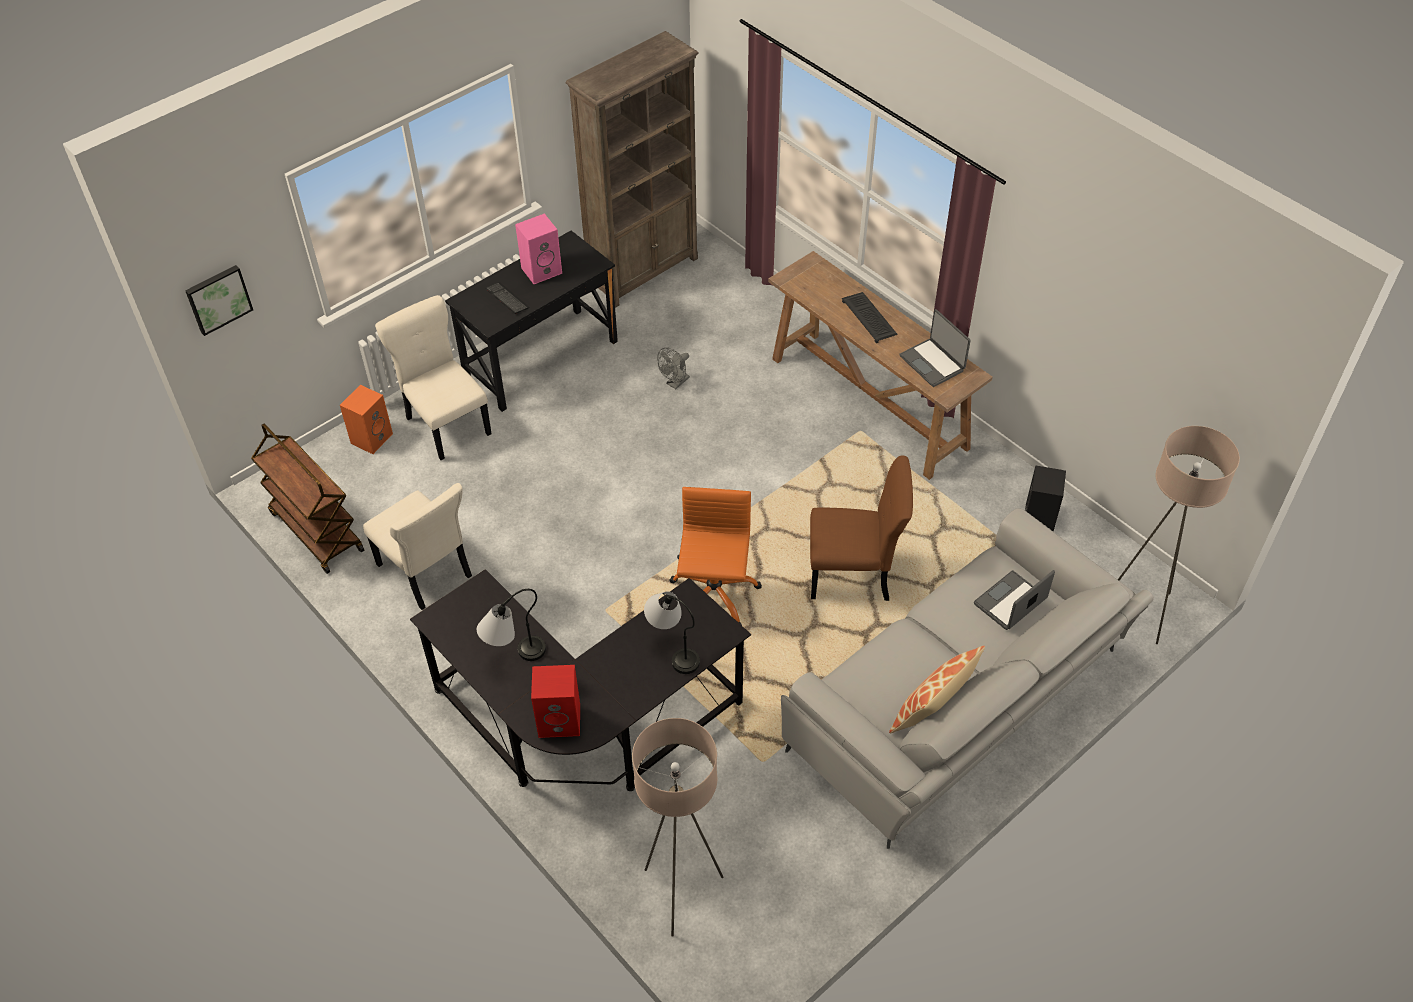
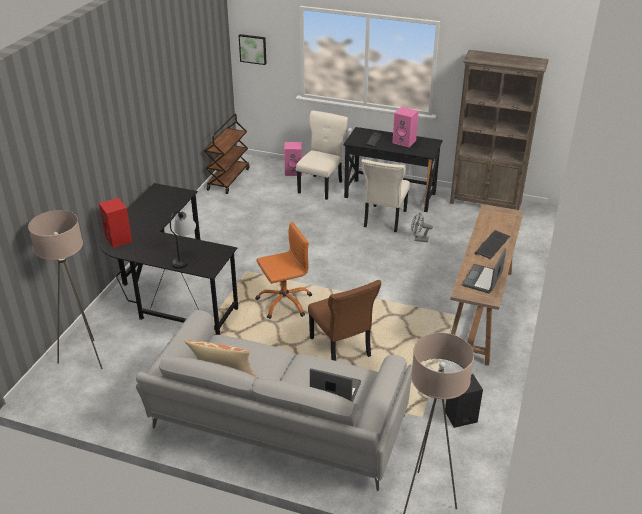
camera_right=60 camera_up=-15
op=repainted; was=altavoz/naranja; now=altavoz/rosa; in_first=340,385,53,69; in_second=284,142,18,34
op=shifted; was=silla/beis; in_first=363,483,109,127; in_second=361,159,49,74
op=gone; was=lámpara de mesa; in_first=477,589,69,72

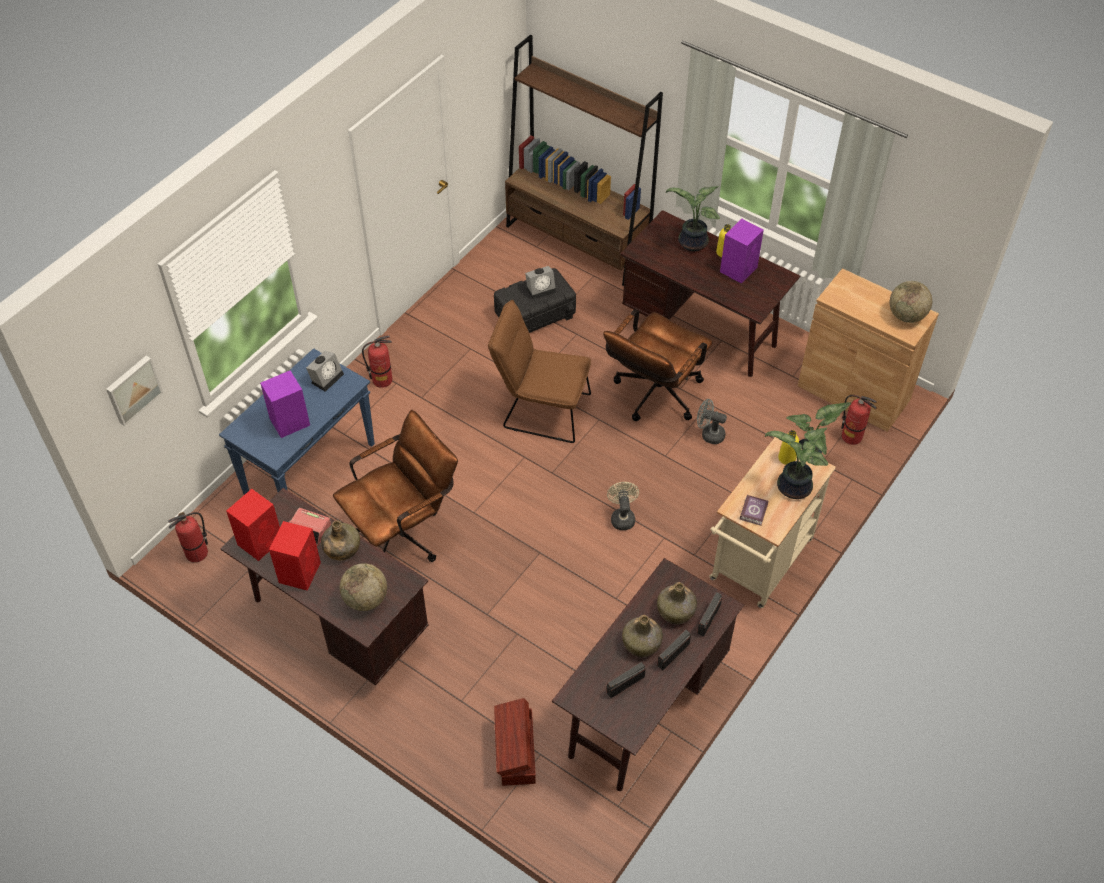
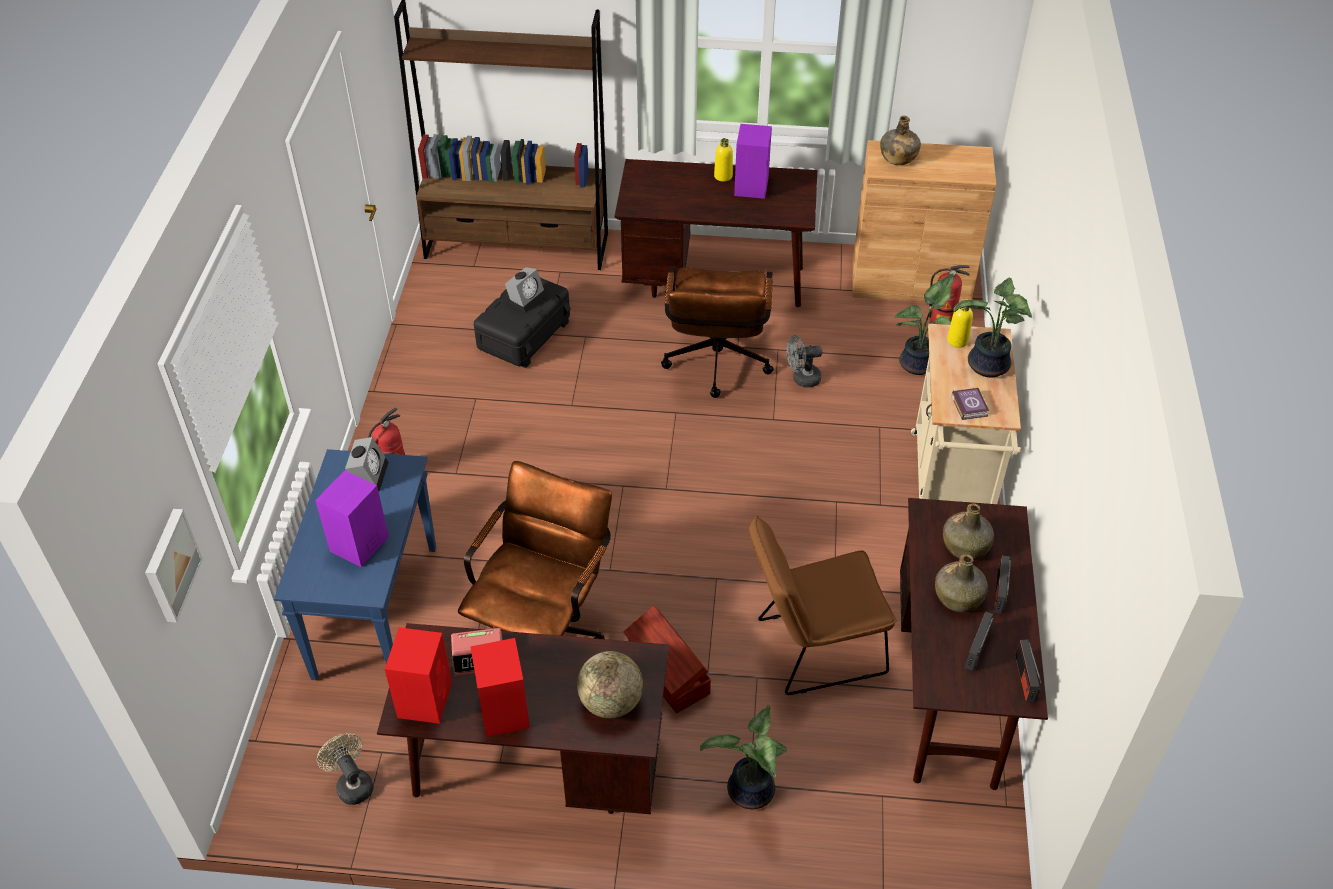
camera_right=-30 camera_up=-5
op=shifted; was=ventilador/beis; in_first=607,482,32,48; in_second=317,733,56,72
op=shifted; was=caja de almacenaje/marrón; in_first=494,698,42,88; in_second=623,606,88,107
op=shifted; was=planta en maceta; in_first=666,186,54,65; in_second=700,705,87,104
op=shifted; was=silla/marrón; in_first=488,300,103,143; in_second=749,515,148,180
op=shifted; was=botella/verde; in_first=321,520,39,40; in_second=880,116,41,49
op=shifted; was=radio; in_first=697,592,25,44; in_second=1015,640,27,62
op=gone; was=extintor; in_first=168,512,40,50
op=gone; was=globo terráqueo; in_first=890,281,42,42

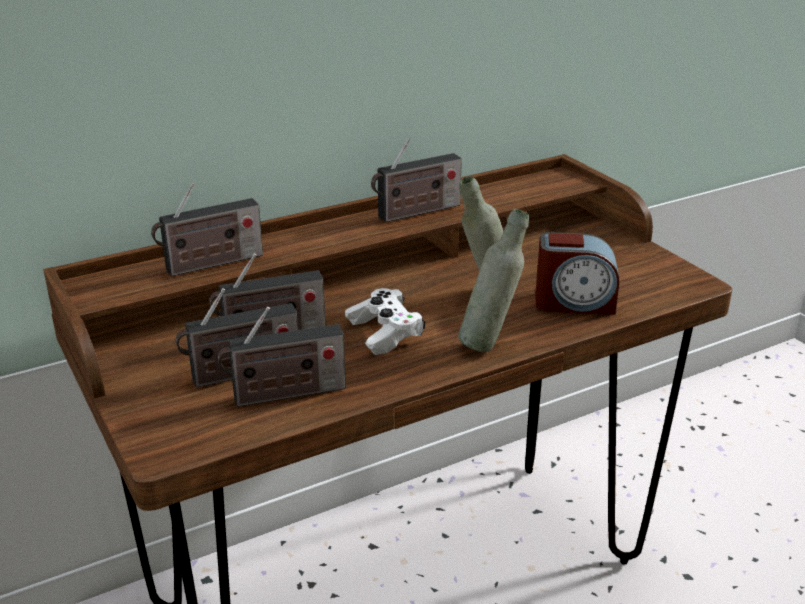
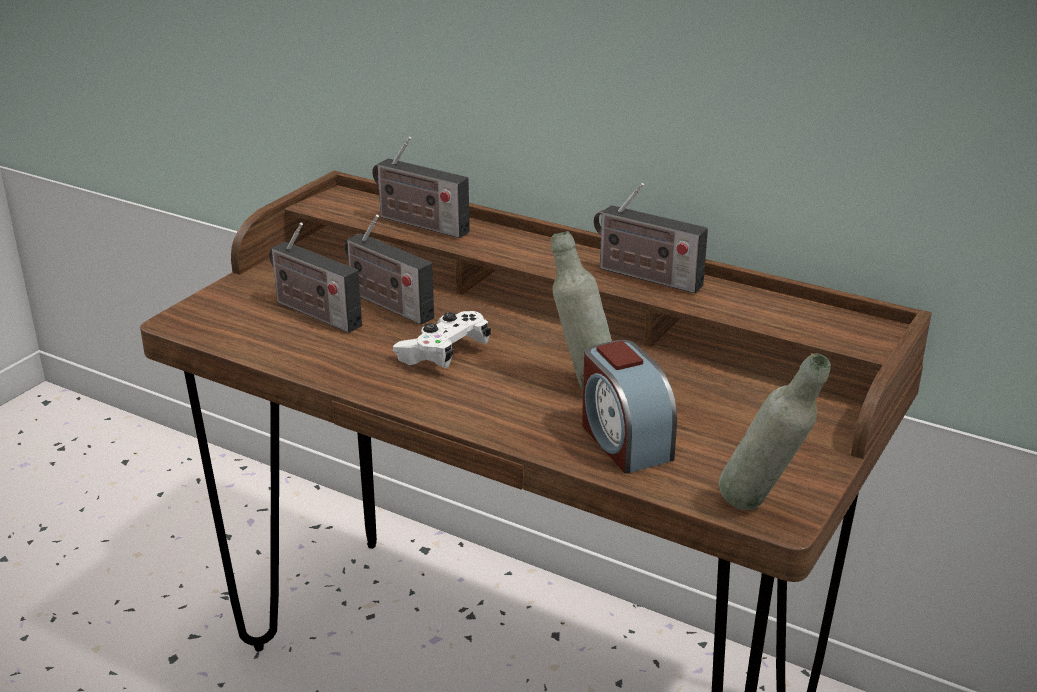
camera_right=60 camera_up=0
op=shifted; was=botella/gris; in_first=458,209,71,143; in_second=719,353,112,157
op=gone; was=radio; in_first=218,307,128,100

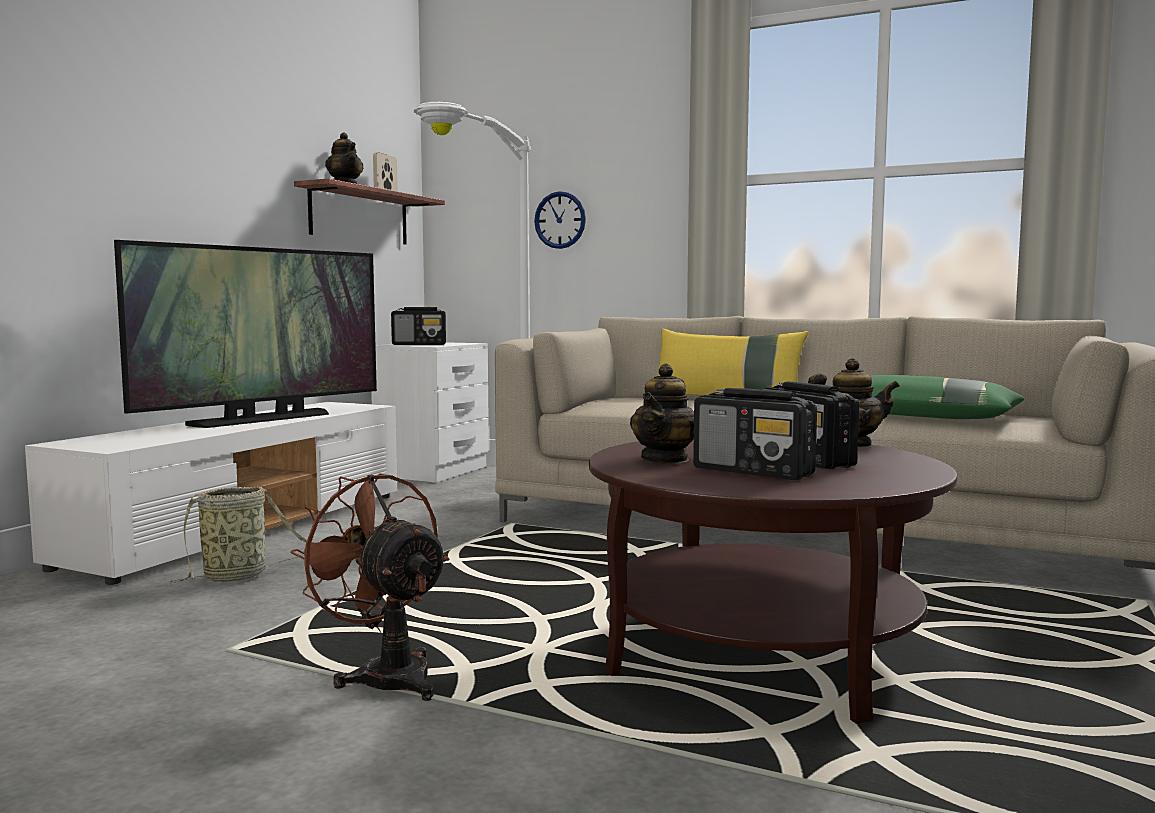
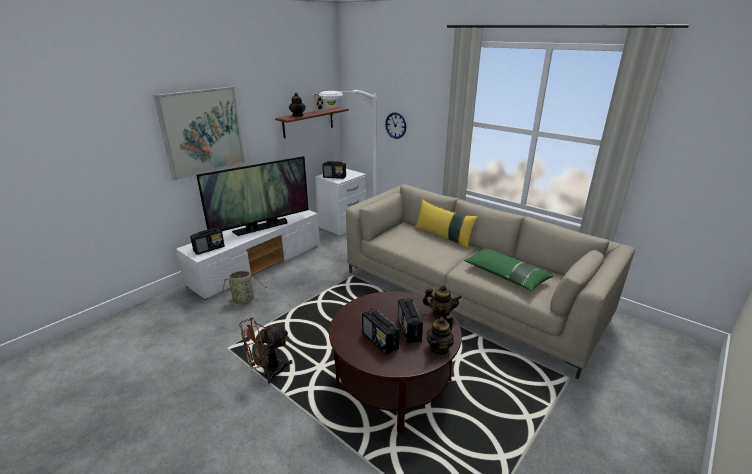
camera_right=15 camera_up=20
op=new; now=cuadro; in_second=154,87,91,93
op=new; now=radio; in_second=190,228,35,27
op=rotated; was=ventilador/marrón; in_first=290,473,159,228; in_second=239,317,54,67; clockwise=-90
op=shifted; was=tetera; in_first=630,363,64,101; in_second=427,315,27,41

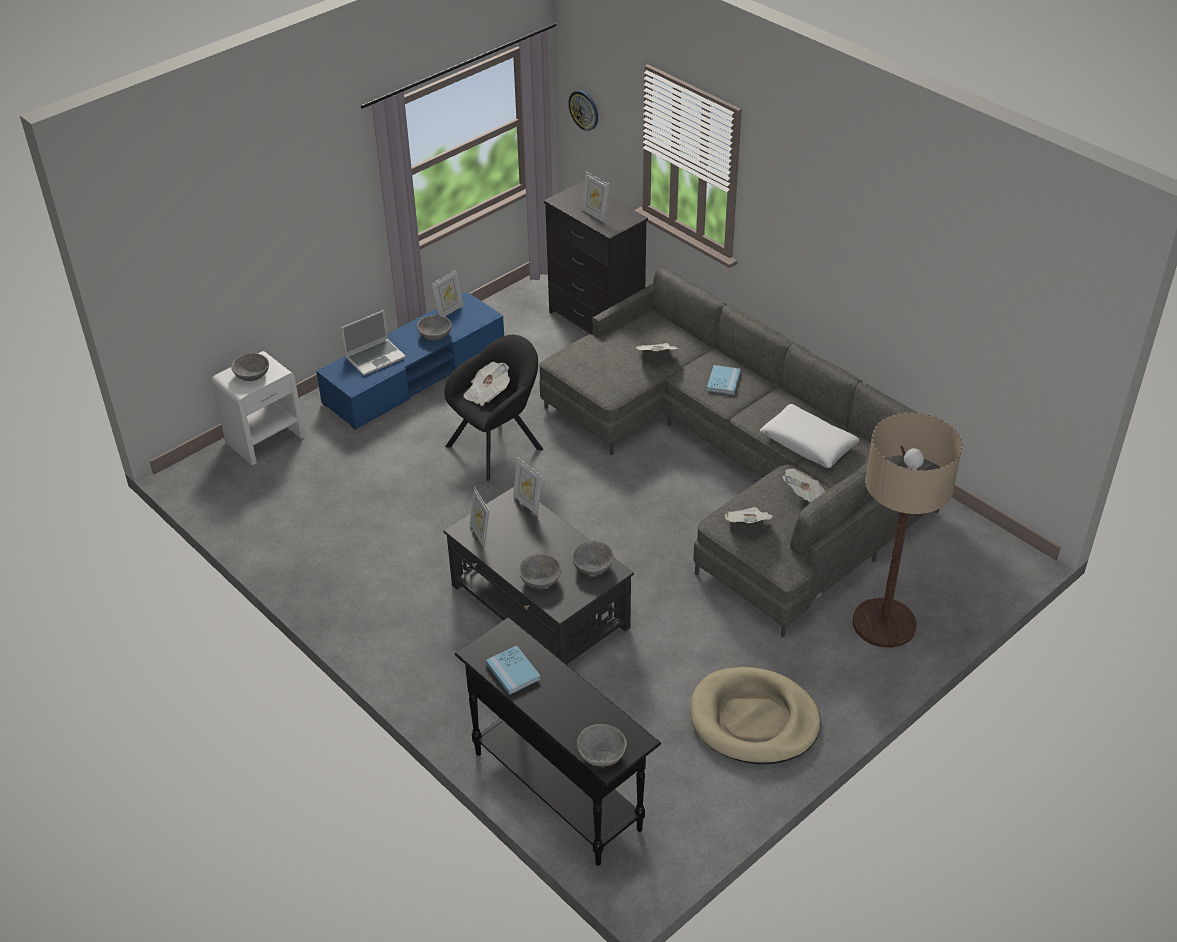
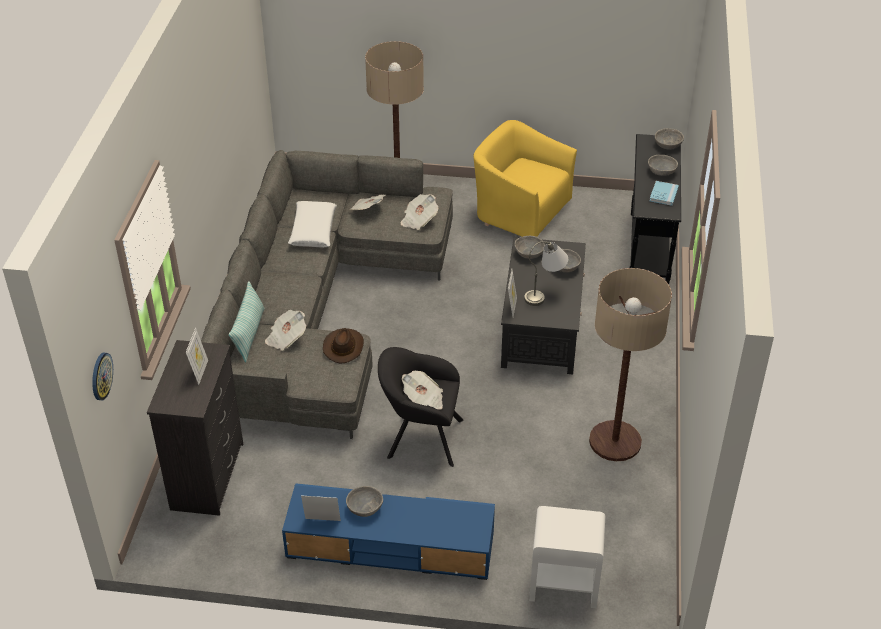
camera_right=-130 camera_up=0
op=new; now=cojín; in_second=229,281,36,82
op=new; now=sombrero/marrón; in_second=323,328,41,36
op=swapped; was=cama para perro/beis; now=sillón/amarillo; in_first=690,667,130,97; in_second=473,120,104,117
op=new; now=lámpara de mesa/gris; in_second=524,241,44,65
op=new; now=lámpara de pie; in_second=589,268,83,193
op=shifted; was=cuenco/gris; in_first=231,353,38,28; in_second=648,155,30,21
op=gone; was=portátil; in_first=341,310,65,66
op=gone; was=portarretratos; in_first=470,486,20,63
op=gone; was=libro/azul; in_first=707,365,34,30

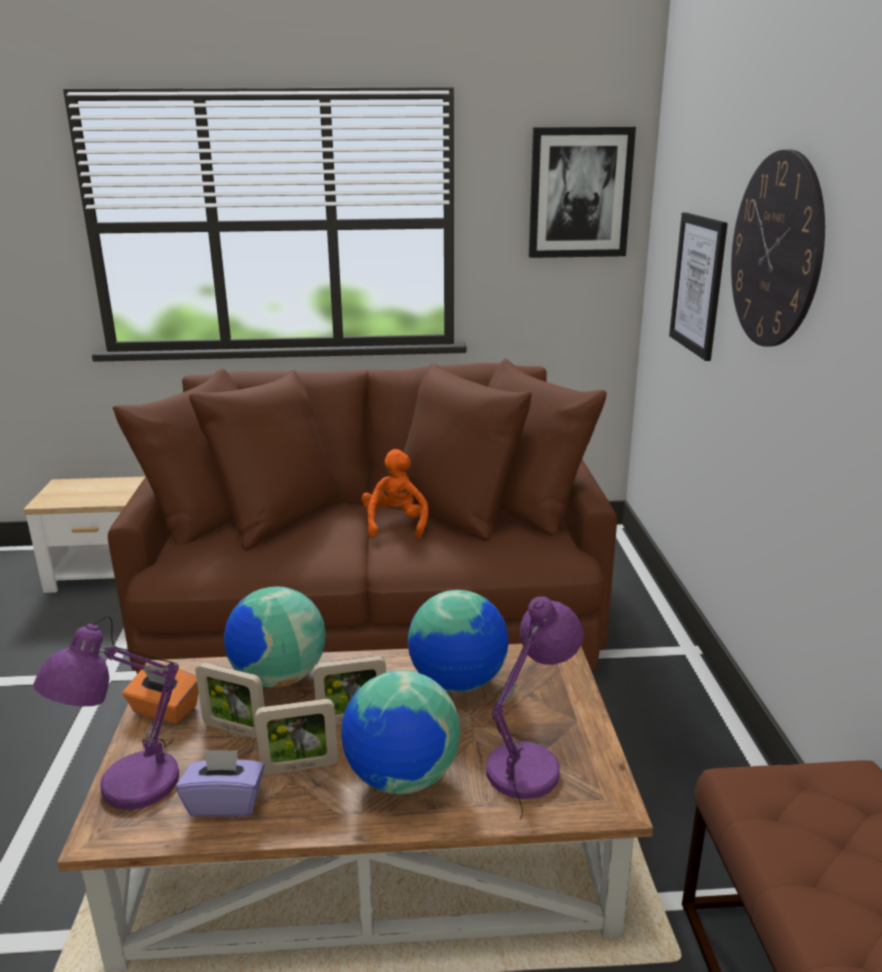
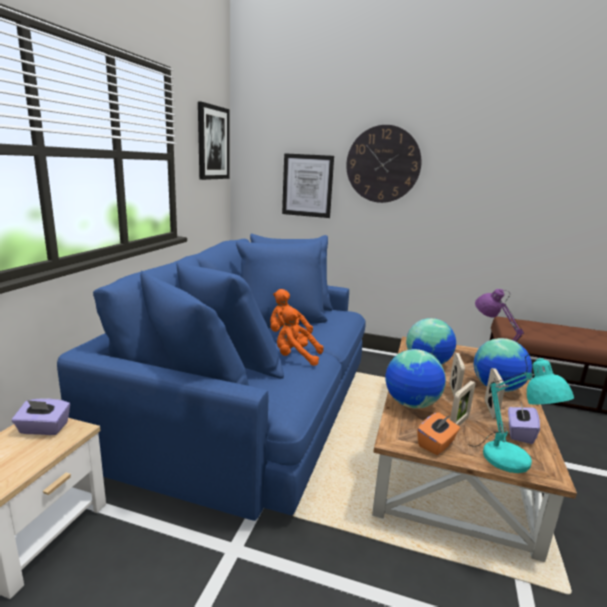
camera_right=-70 camera_up=-5
op=new; now=caja de pañuelos/morado; in_second=12,399,58,36
op=repainted; was=sofá/marrón; now=sofá/azul; in_first=108,358,509,316; in_second=57,234,309,287
op=new; now=peluche/naranja; in_second=277,307,47,59
op=repainted; was=lámpara de mesa/morado; now=lámpara de mesa/turquesa; in_first=33,616,146,194; in_second=468,355,106,118

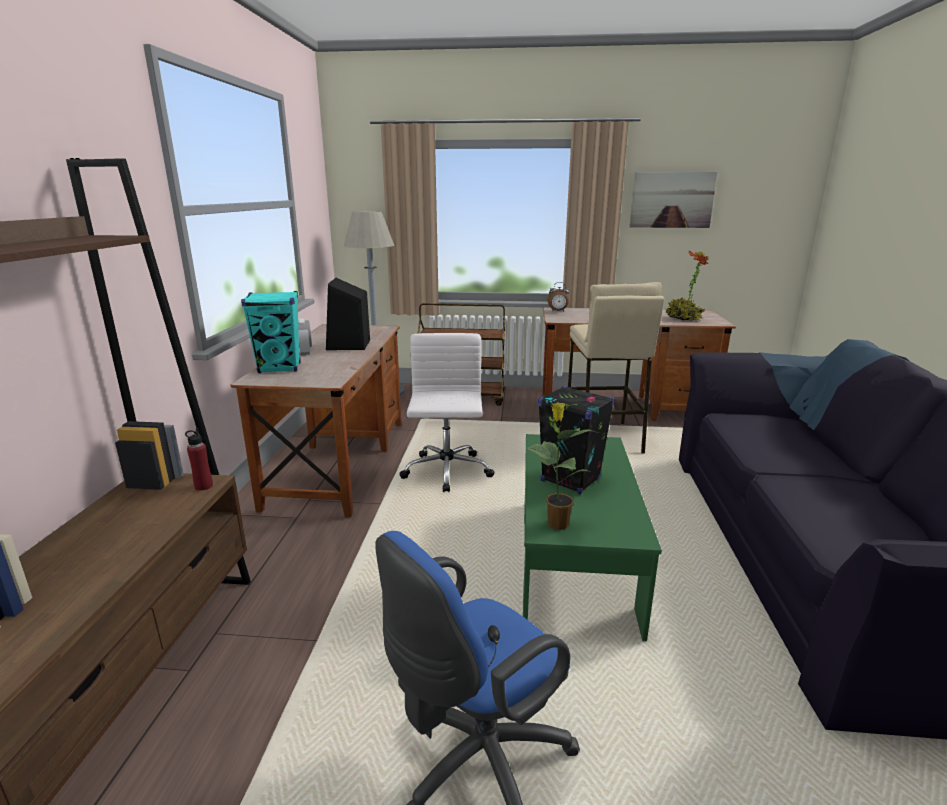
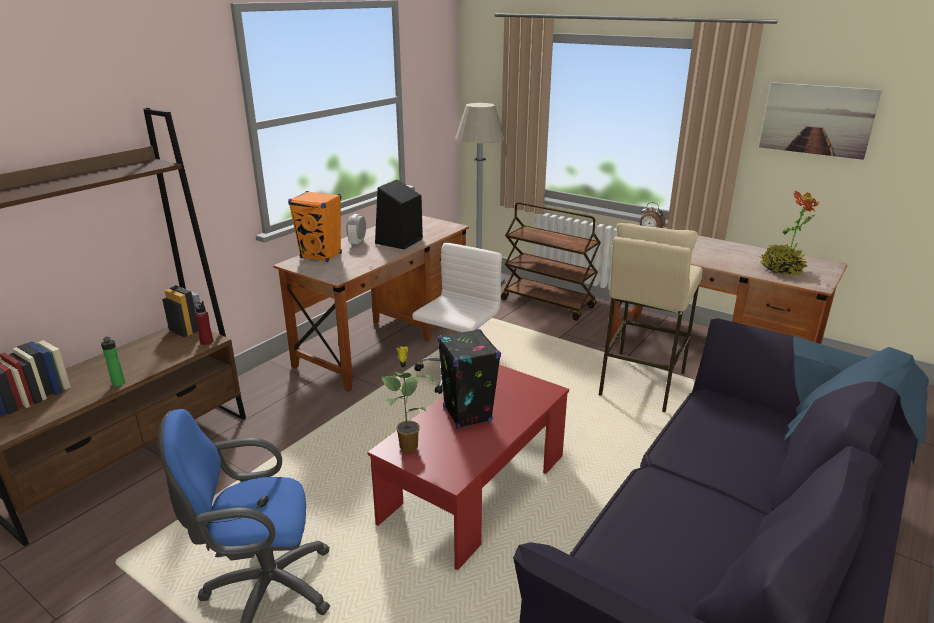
camera_right=30 camera_up=5
op=new; now=botella; in_second=101,337,24,49
op=repainted; was=altavoz/turquesa; now=altavoz/naranja; in_first=241,291,60,82; in_second=288,191,54,71
op=repainted; was=mesa de centro/verde; now=mesa de centro/rojo; in_first=523,434,139,207; in_second=367,365,202,205

